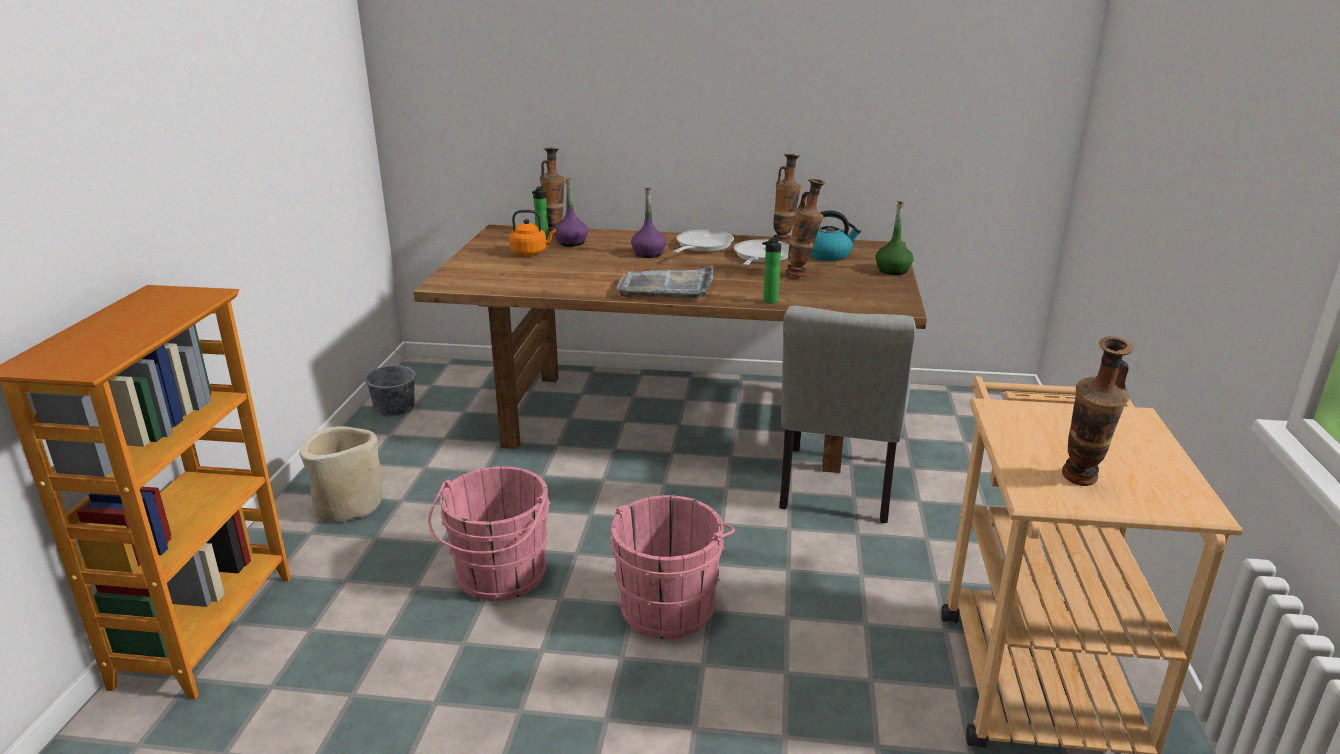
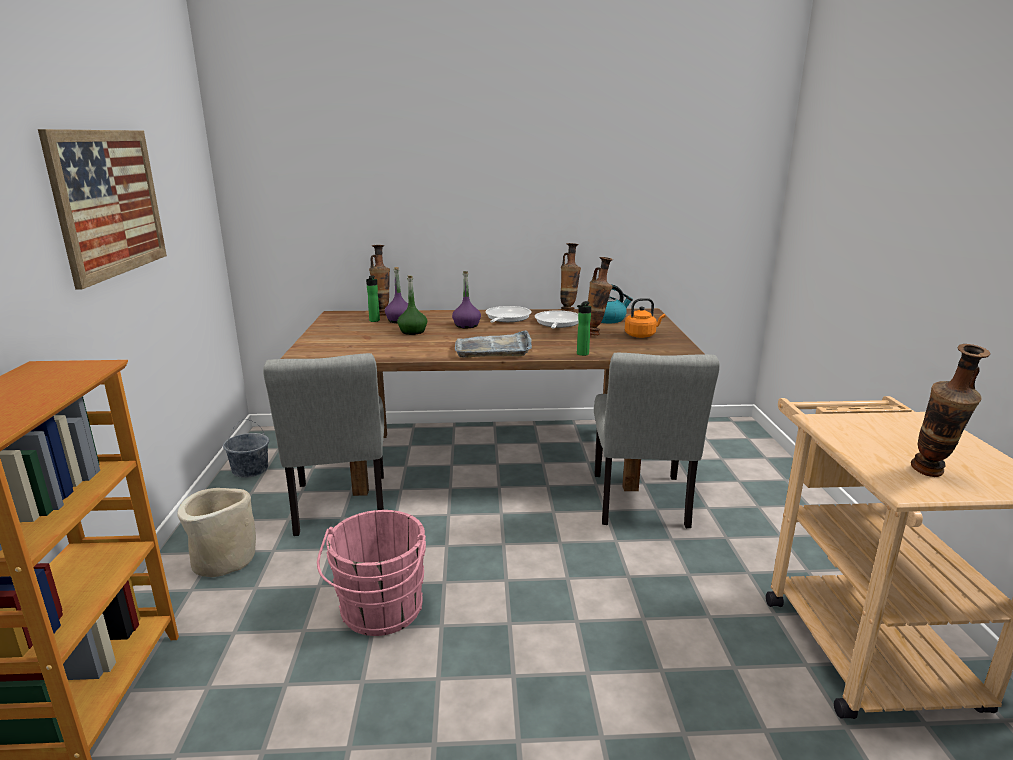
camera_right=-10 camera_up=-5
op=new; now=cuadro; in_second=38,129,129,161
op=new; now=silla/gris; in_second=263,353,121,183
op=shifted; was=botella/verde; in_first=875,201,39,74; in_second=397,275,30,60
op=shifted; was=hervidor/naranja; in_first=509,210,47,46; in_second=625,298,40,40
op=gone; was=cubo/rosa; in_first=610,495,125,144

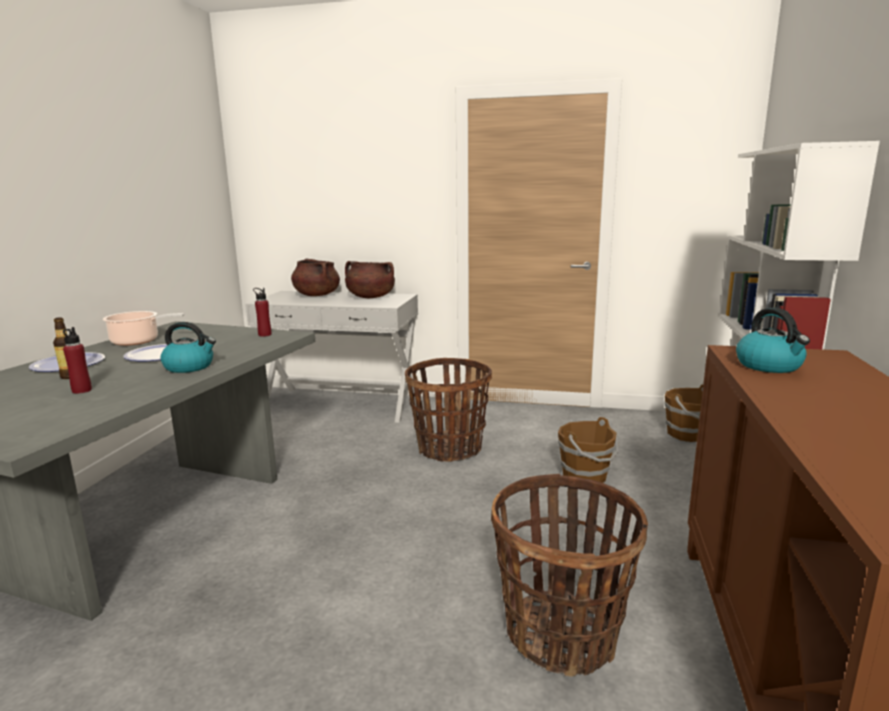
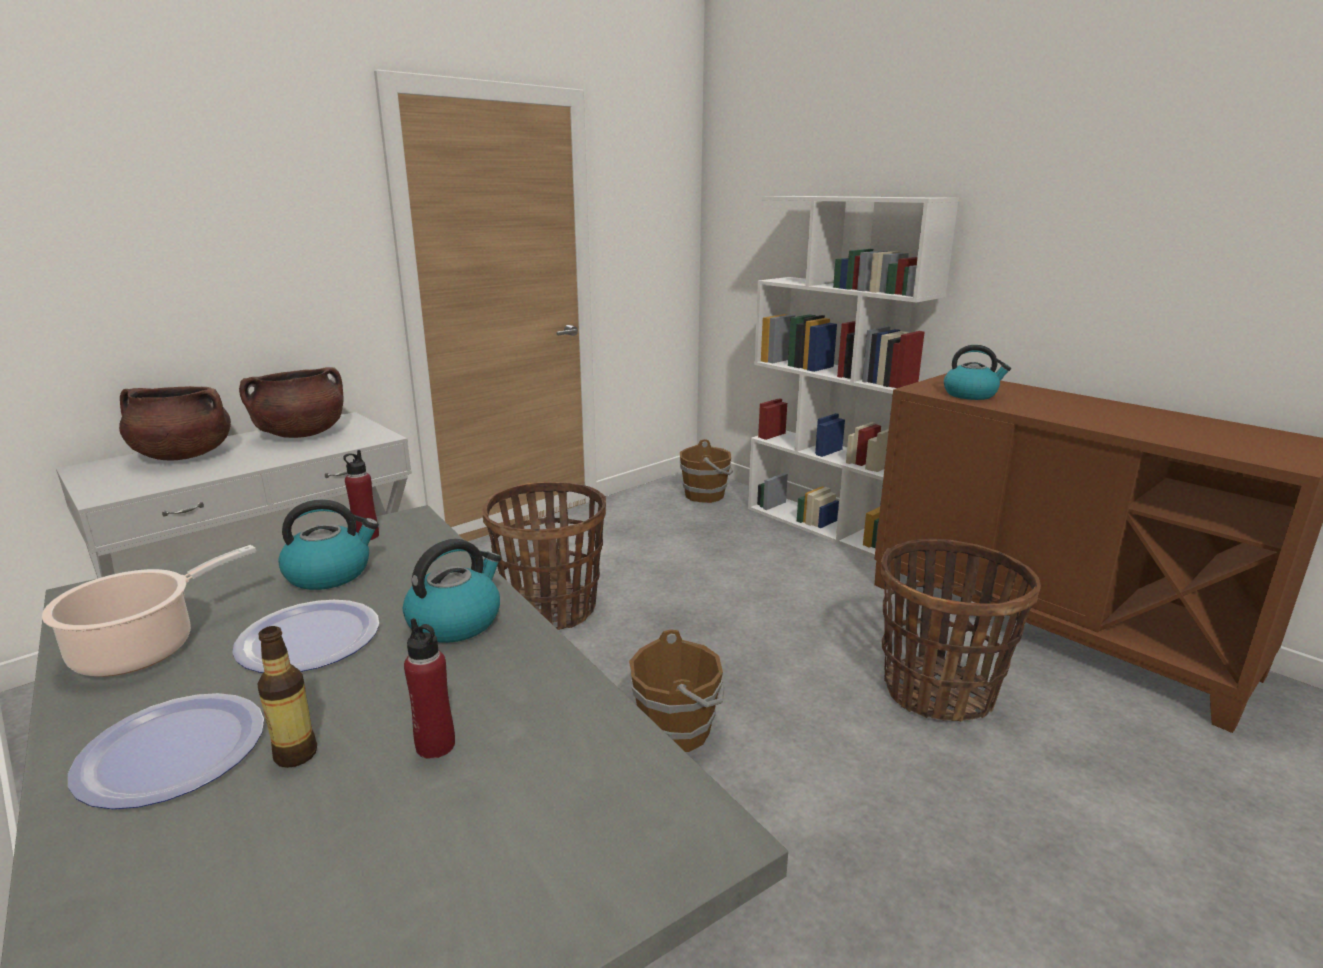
camera_right=-55 camera_up=5
op=new; now=hervidor; in_second=278,499,101,91
op=shifted; was=cubo/marrón; in_first=558,417,61,66; in_second=629,629,96,123

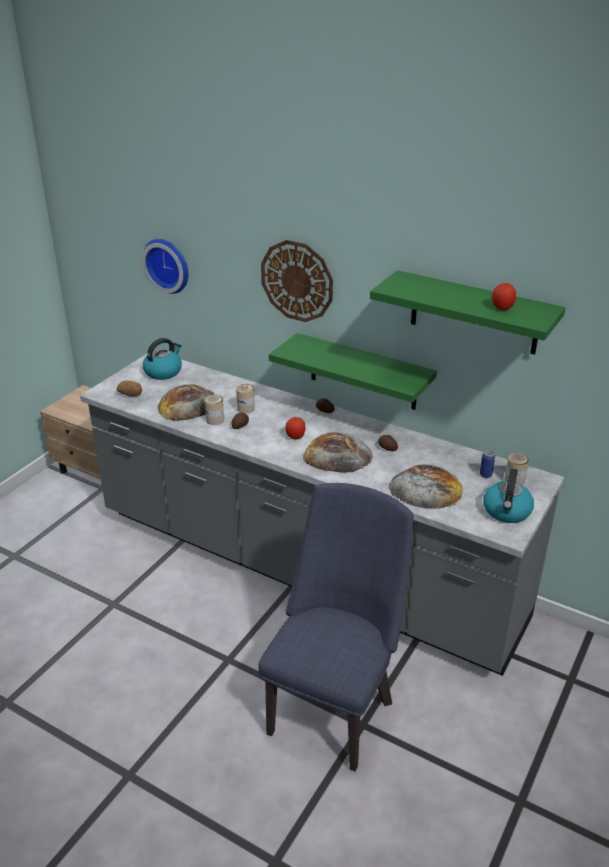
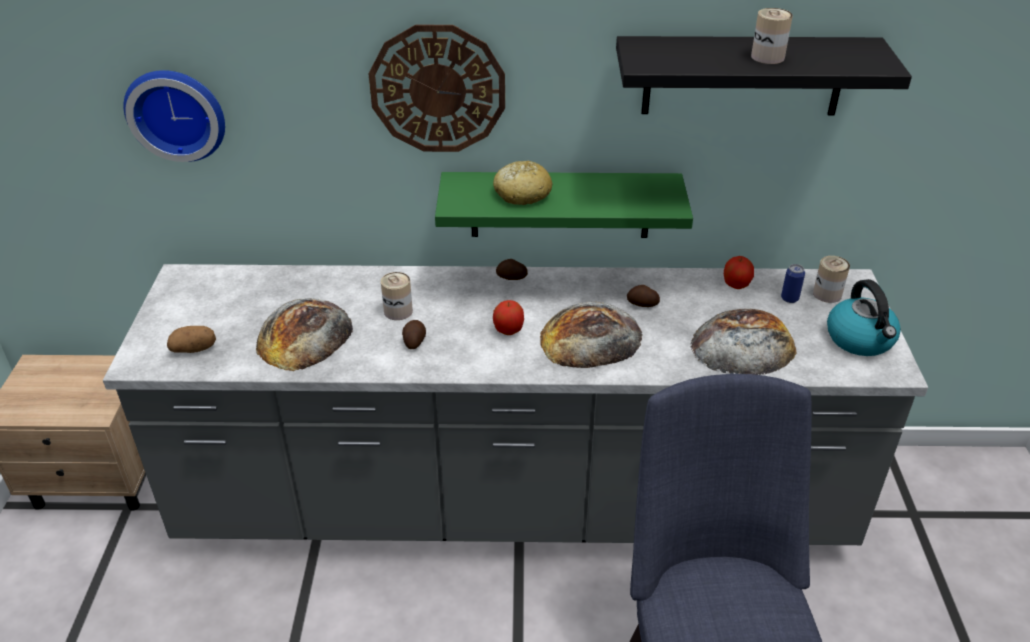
camera_right=-30 camera_up=5
op=new; now=pan; in_second=493,161,60,44
op=repainted; was=estante/verde; now=estante/negro; in_first=370,270,196,85; in_second=616,36,296,79
op=shifted; was=manzana; in_first=492,283,24,27; in_second=724,256,30,33
op=shifted; was=lata; in_first=205,395,19,30; in_second=751,8,42,56
op=gone; was=hervidor; in_first=143,338,39,42

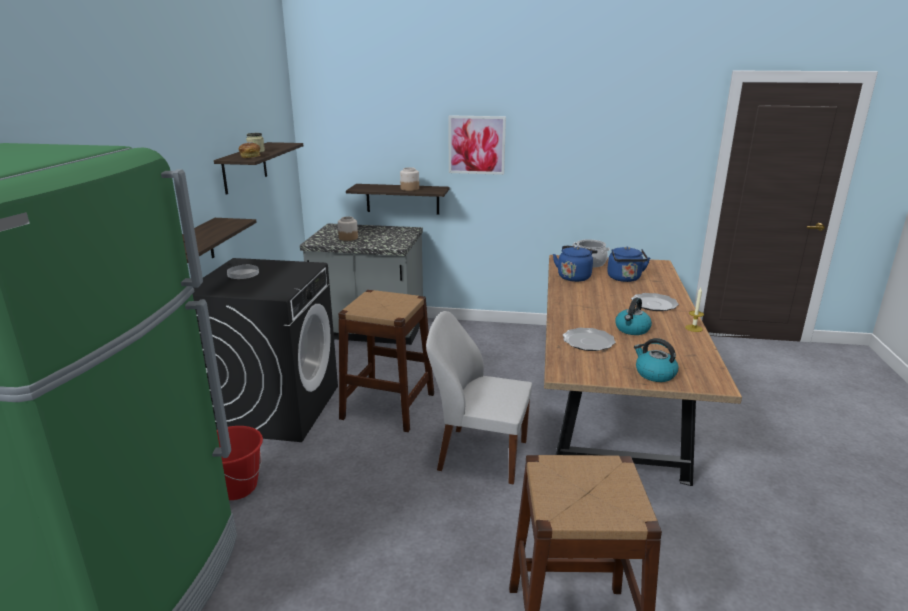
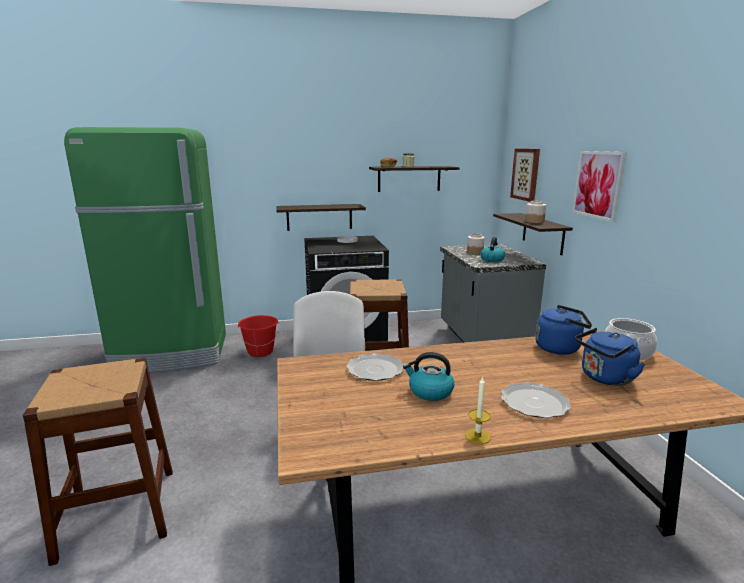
camera_right=70 camera_up=-5
op=shifted; was=hervidor; in_first=634,338,44,44; in_second=481,237,24,25
op=new; now=cuadro; in_second=510,149,30,53

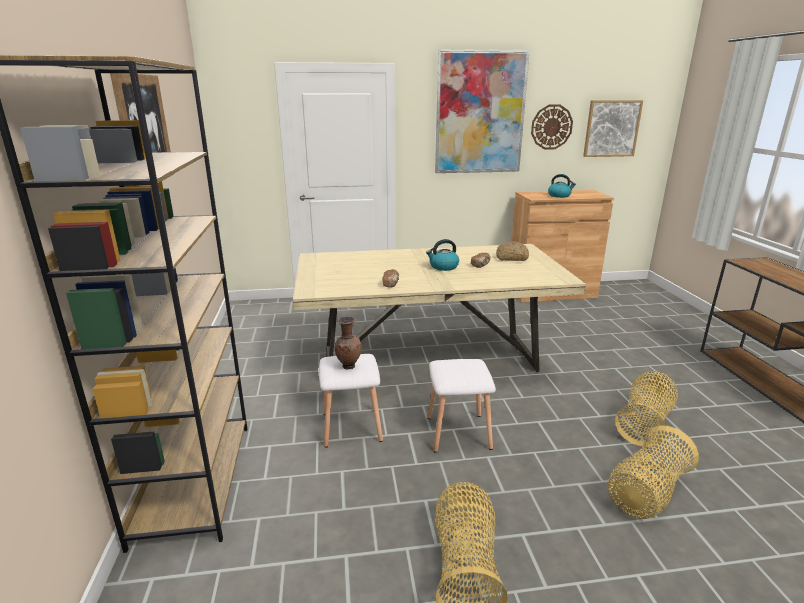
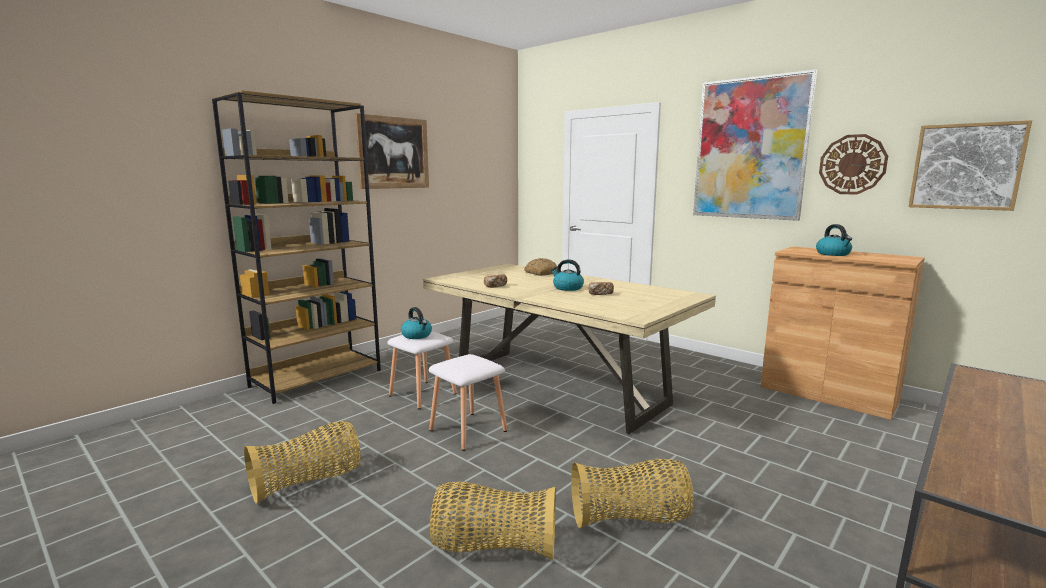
camera_right=50 camera_up=-10
op=swapped; was=florero/marrón; now=hervidor; in_first=334,316,28,54; in_second=401,307,31,32
op=shifted; was=pan; in_first=496,241,33,20; in_second=524,258,33,18

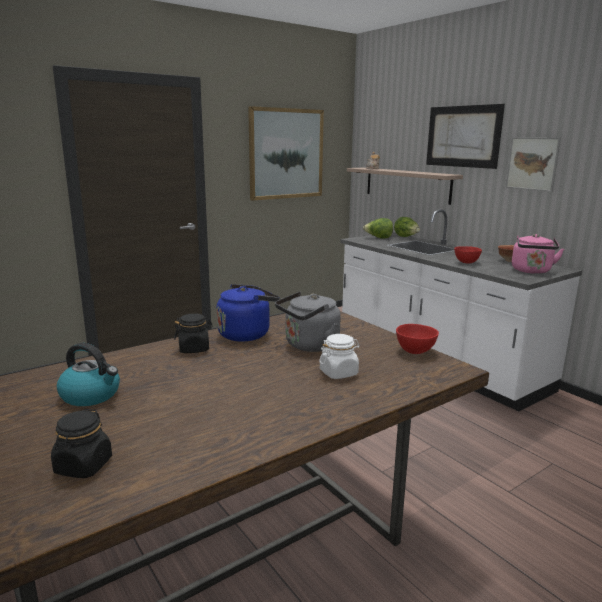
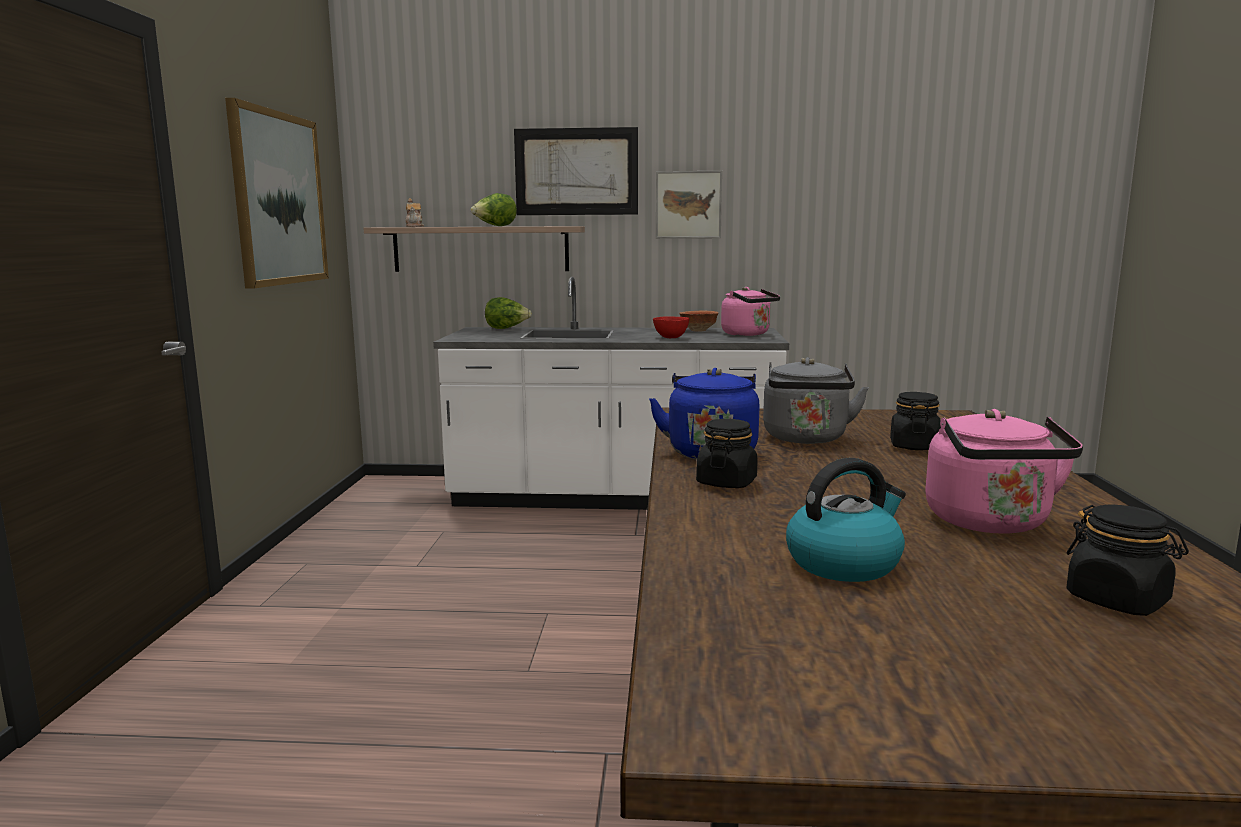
camera_right=-50 camera_up=-5
op=shifted; was=lechuga; in_first=363,218,30,21; in_second=471,193,46,33
op=repainted; was=tarro/blanco; now=tarro/negro; in_first=319,334,41,45; in_second=890,392,51,58
op=new; now=hervidor/rosa; in_second=925,409,158,125
op=gone; was=cuenco/rojo; in_first=396,324,43,30

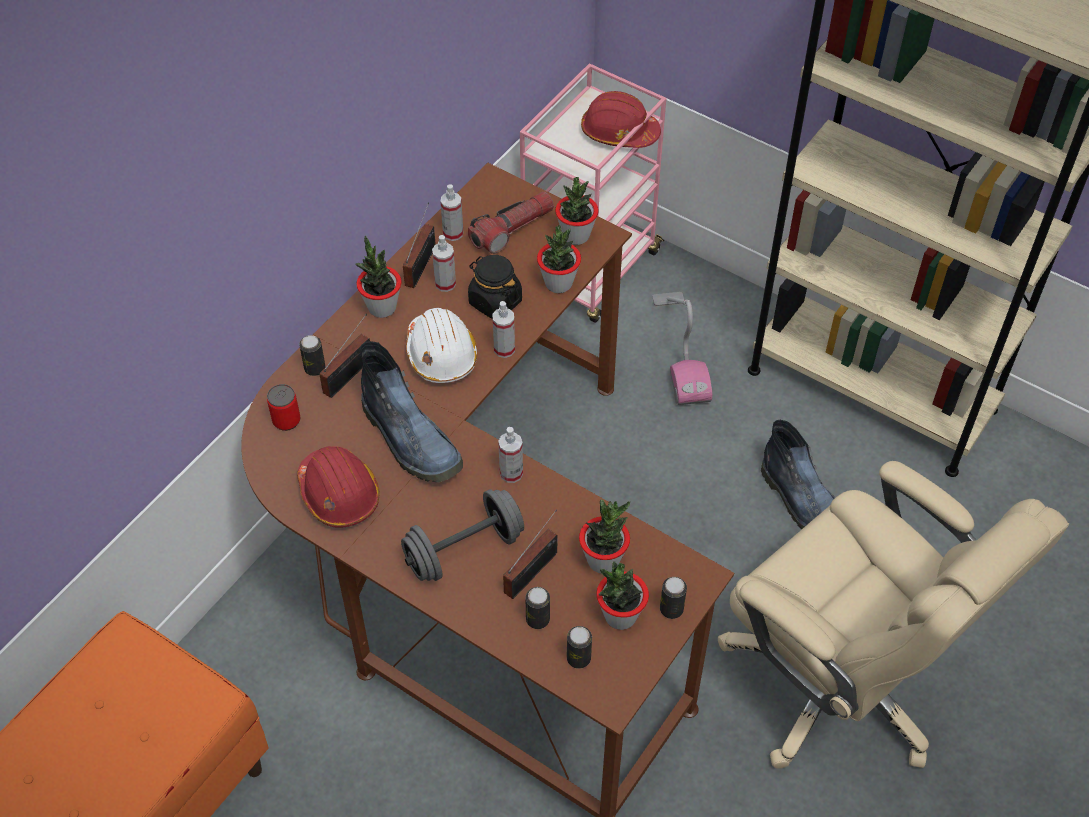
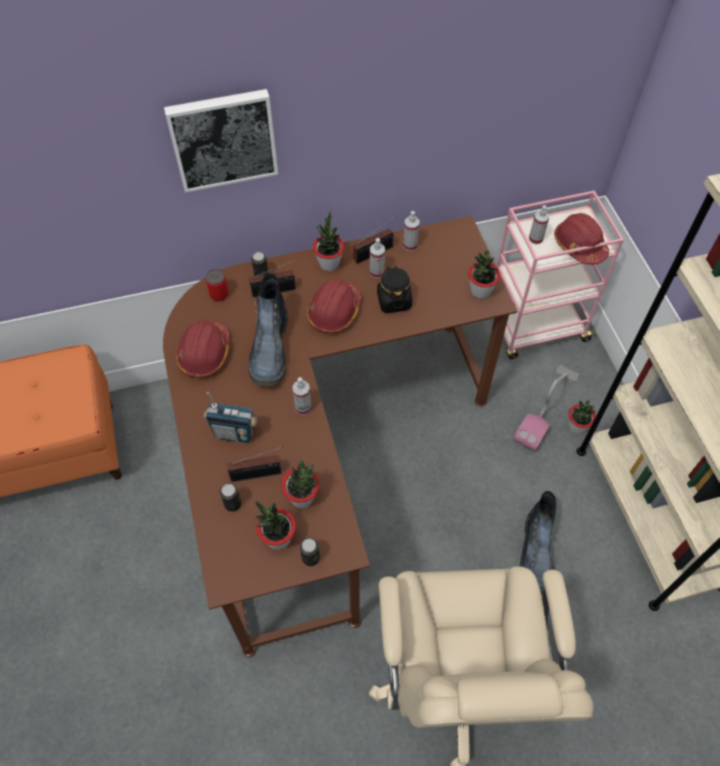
camera_right=40 camera_up=5
op=new; now=cuadro; in_second=164,89,114,103
op=swapped; was=mancuerna/gris; now=radio; in_first=401,489,123,92; in_second=204,392,54,51
op=repainted; was=casco/blanco; now=casco/rojo; in_first=406,308,72,75; in_second=307,279,54,54
op=shifted; was=pulverizador; in_first=493,301,22,57; in_second=529,205,20,40
op=shifted; was=planta en maceta; in_first=537,225,44,68; in_second=568,400,28,34
op=gone; was=linterna; in_first=468,192,86,62
op=gone; was=lata; in_first=567,626,25,43

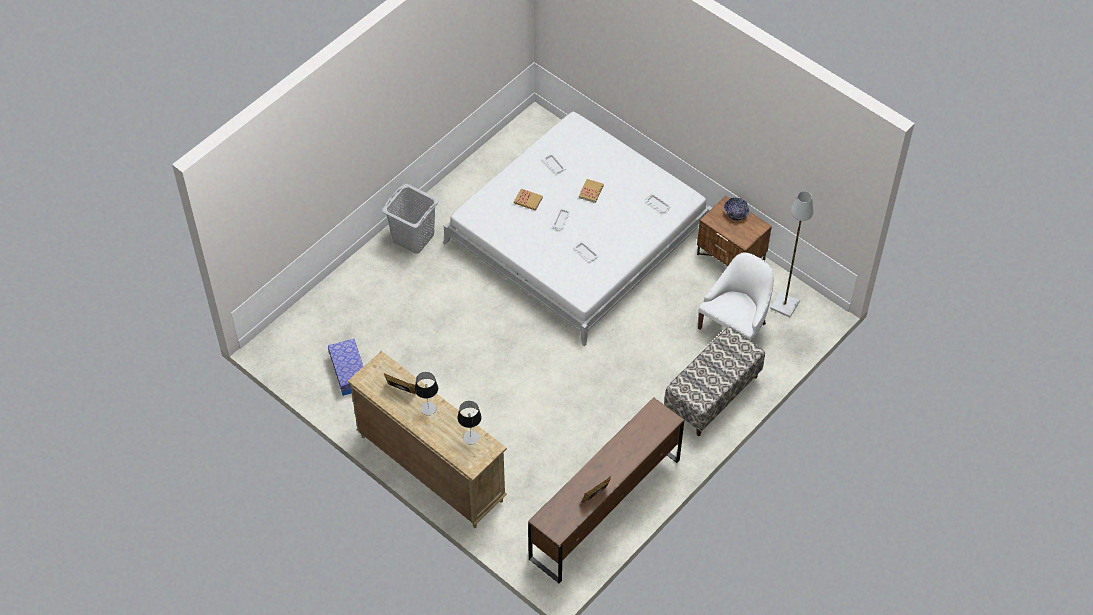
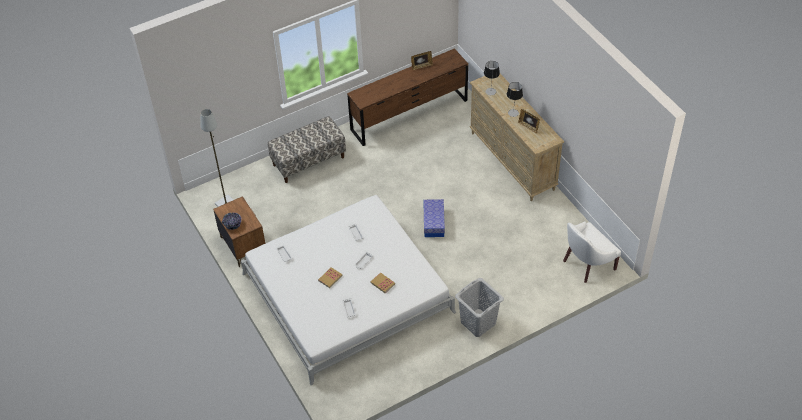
camera_right=-160 camera_up=-5
op=shifted; was=caja de almacenaje; in_first=328,339,35,57; in_second=423,199,22,38
op=shifted; was=sillón/blanco; in_first=698,253,76,88; in_second=563,221,58,62

